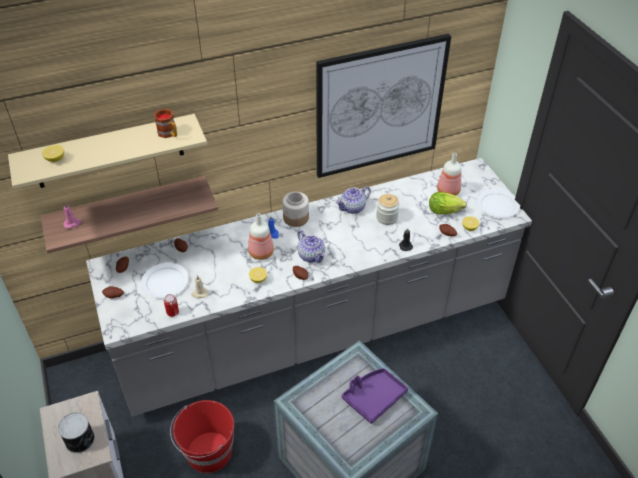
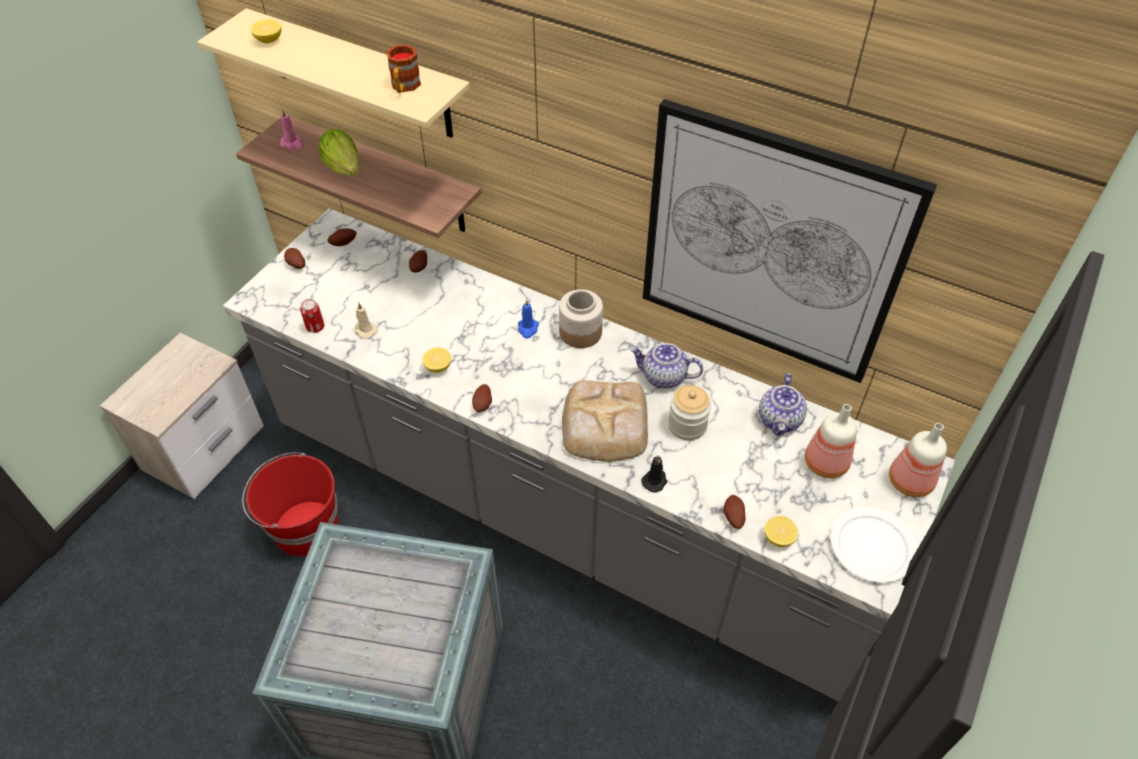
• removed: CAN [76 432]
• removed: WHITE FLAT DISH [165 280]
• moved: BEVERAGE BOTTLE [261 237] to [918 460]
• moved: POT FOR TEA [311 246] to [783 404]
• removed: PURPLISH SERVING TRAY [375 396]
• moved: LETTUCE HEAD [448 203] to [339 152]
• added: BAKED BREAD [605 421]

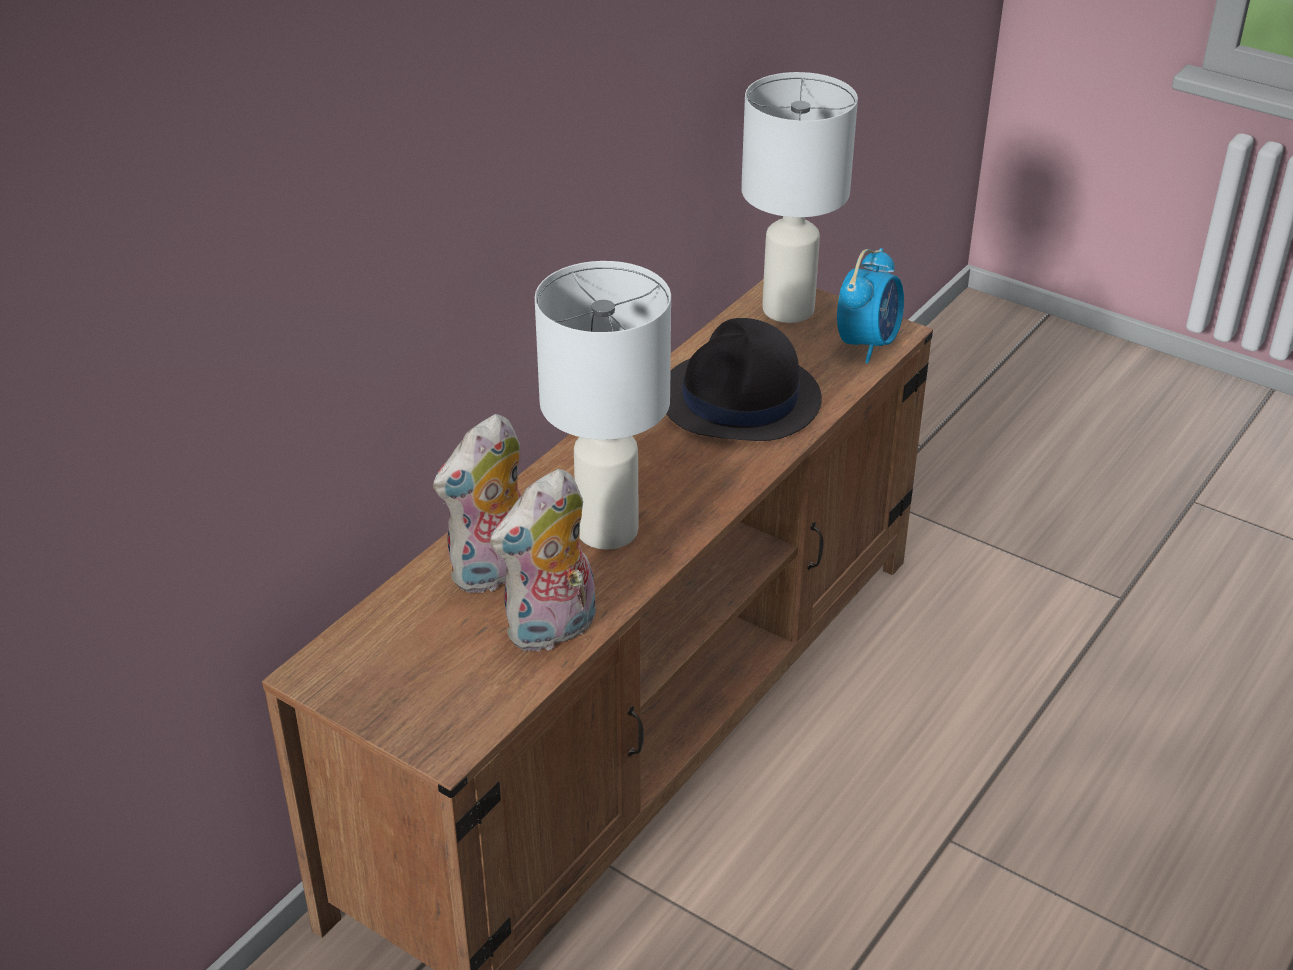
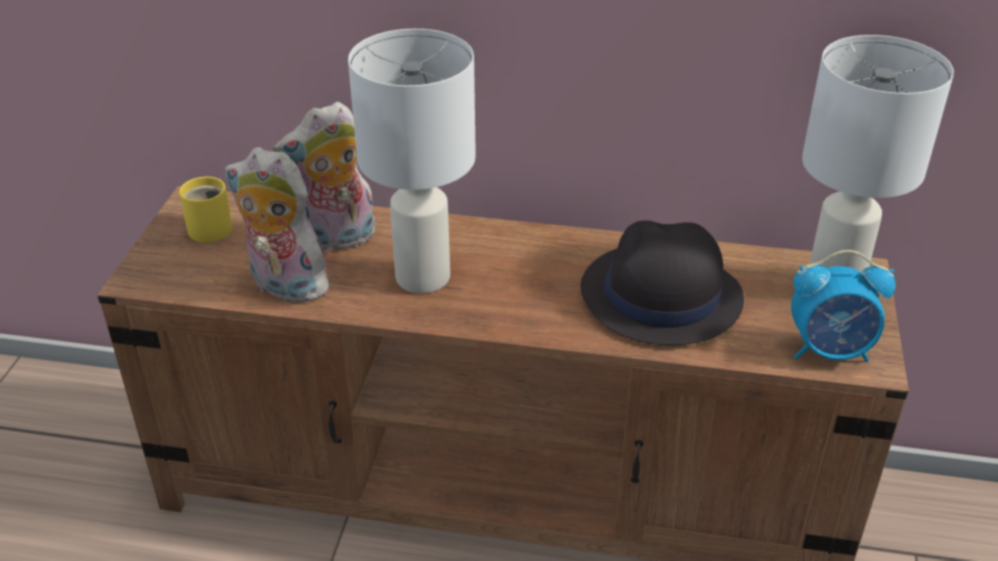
• turned: PLUSH TOY [477 504] = [324 177] 45 degrees counterclockwise
• added: YELLOW-COLOURED TEA MUG [206 210]

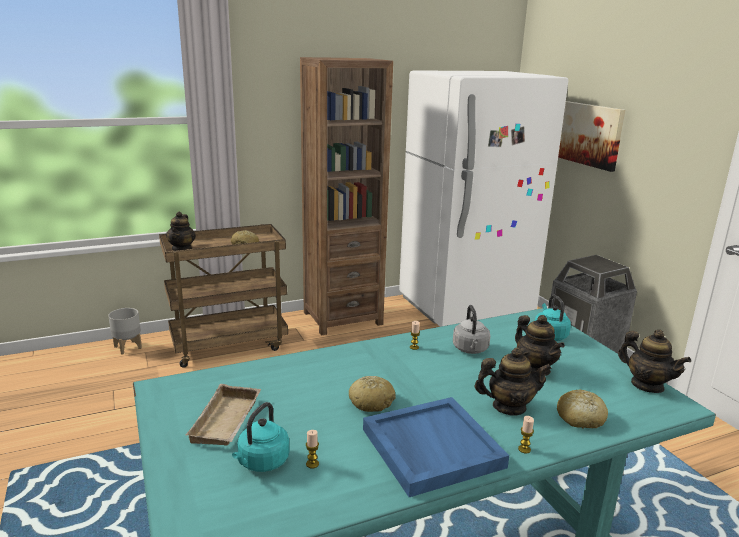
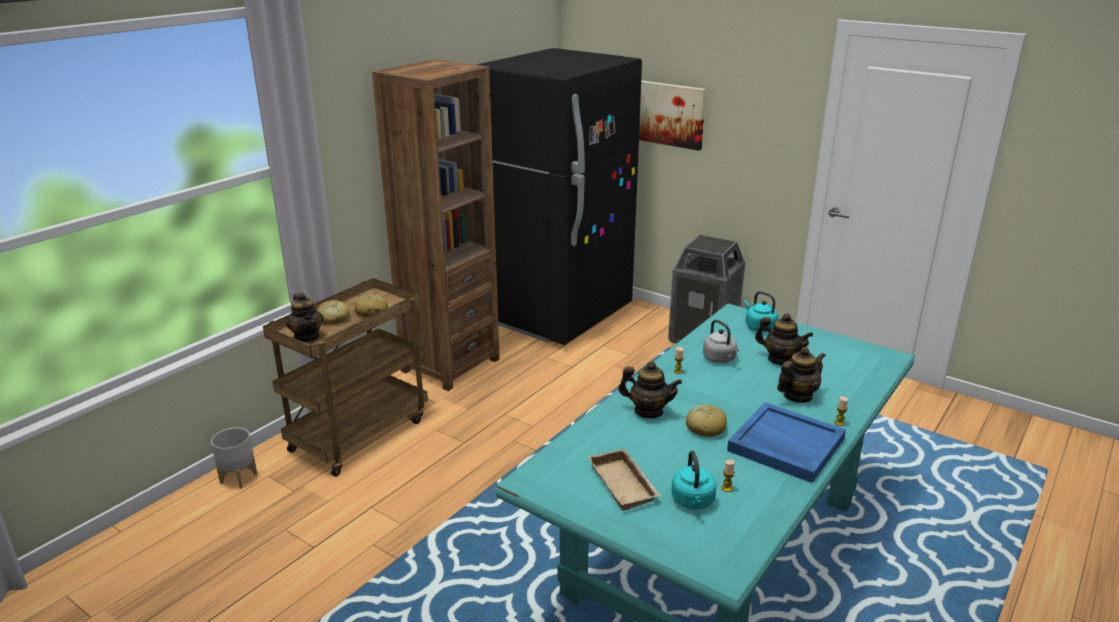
• recoloured: WHITE FRIDGE [483 198] to BLACK-COLOURED FRIDGE [559 196]
• moved: BAKED BREAD [582 409] to [333 312]
• moved: POT FOR TEA [654 361] to [650 389]

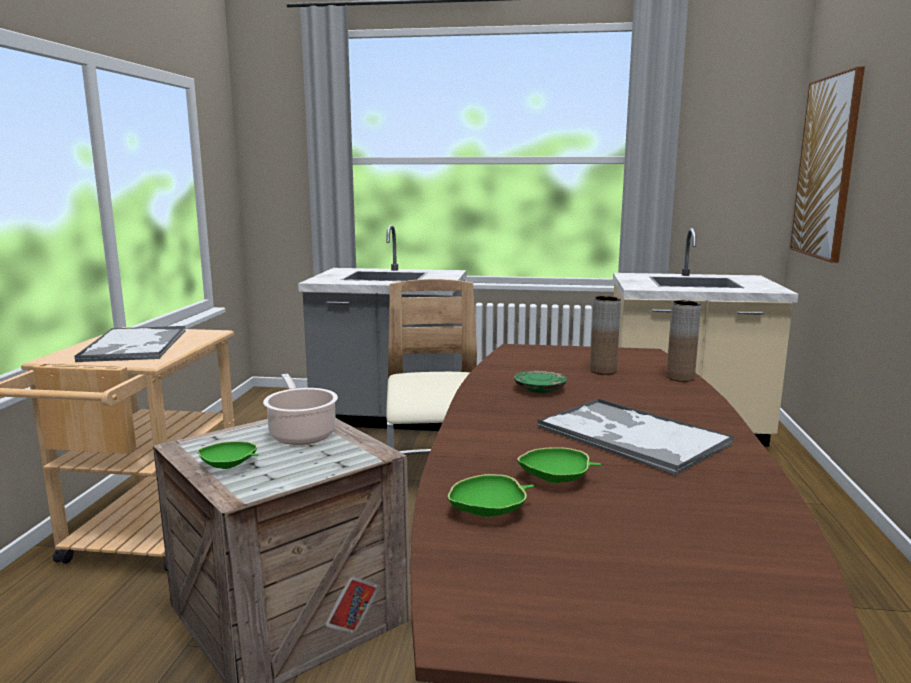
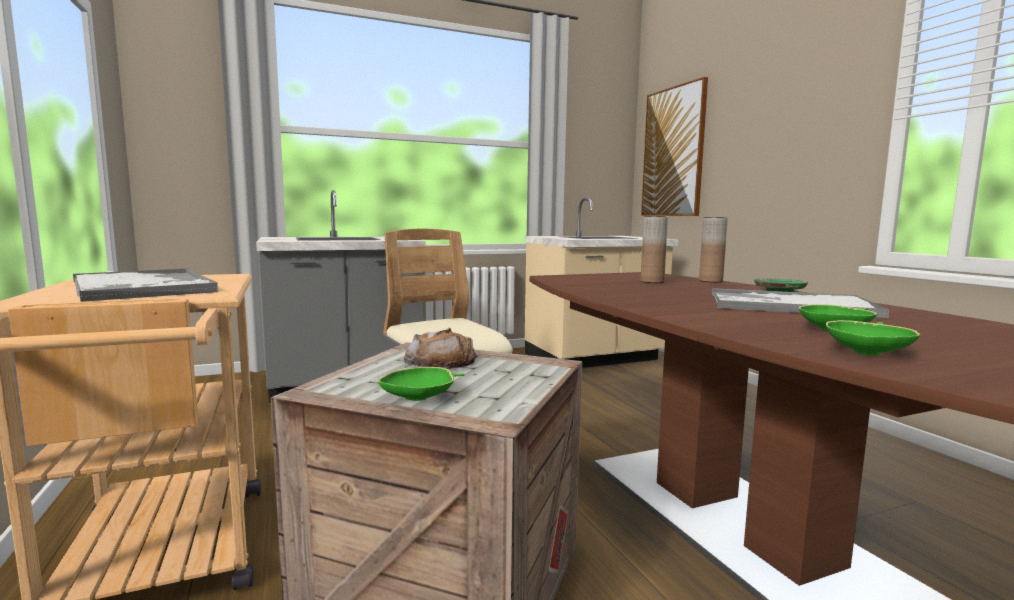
• replaced: COOKING POT [300 409] to BAKED BREAD [440 348]
• moved: GREENISH FLAT DISH [540 382] to [781 285]

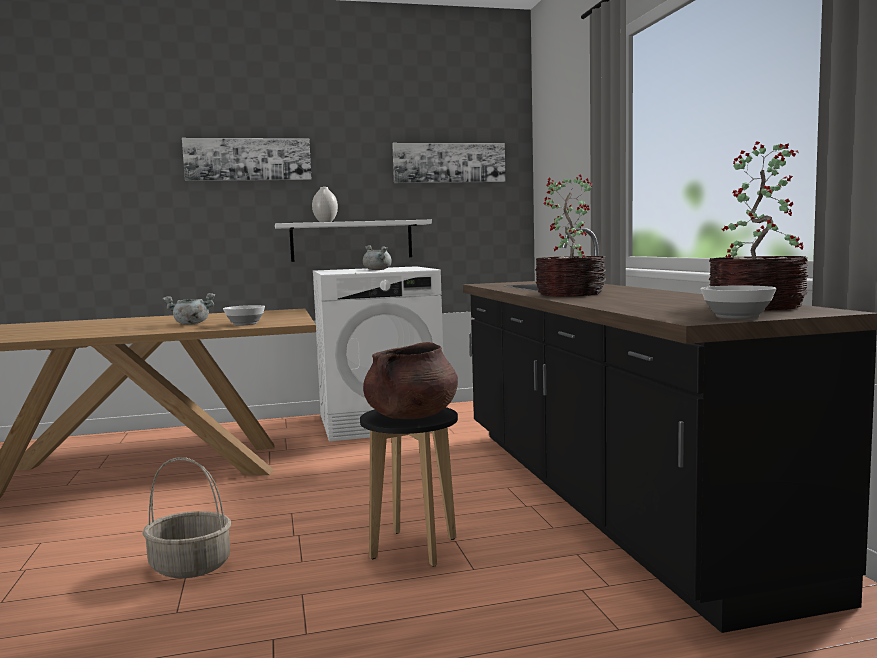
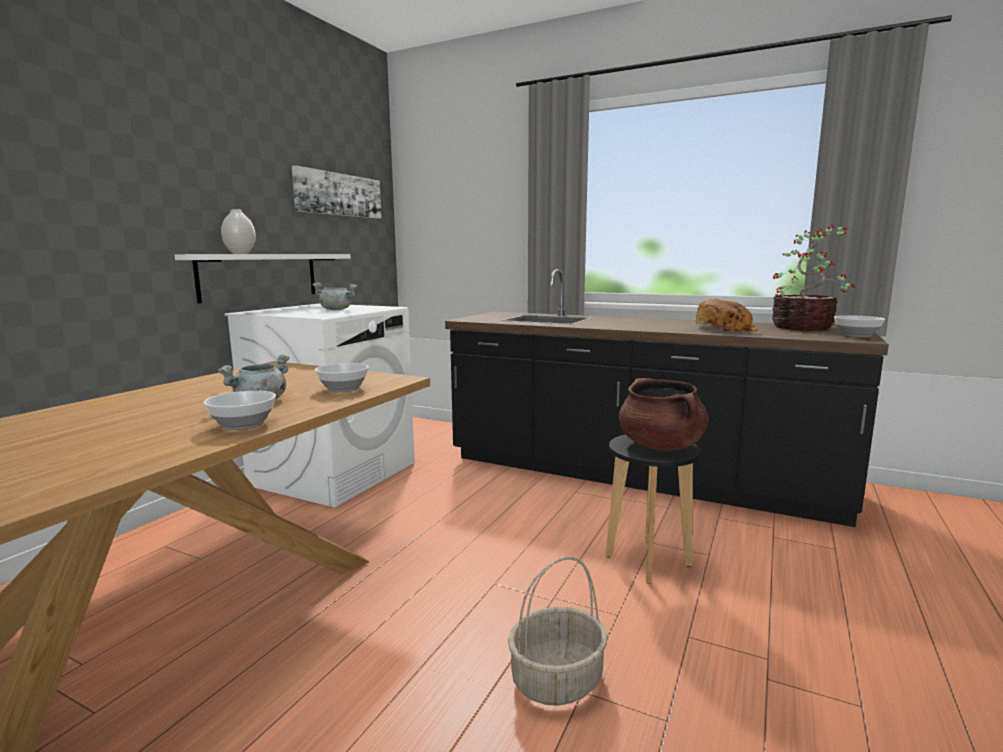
• removed: WALL PICTURE [246 159]
• removed: PLANT IN A POT [570 235]
• added: DEEP DISH [240 410]
• added: BAKED BREAD [727 315]

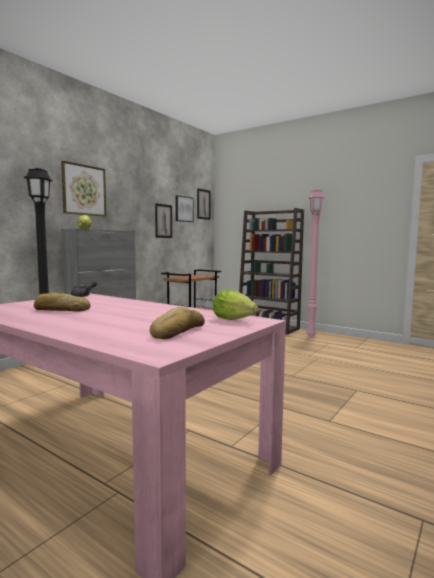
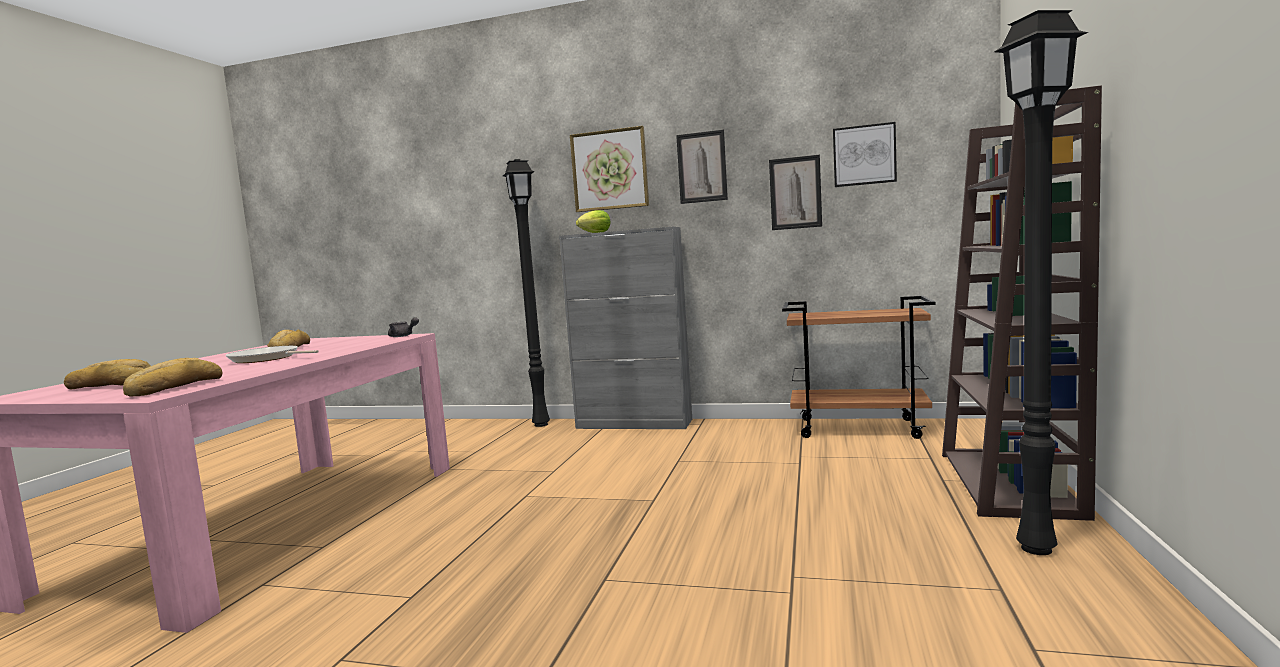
• moved: WALL PICTURE [204 204] to [702 167]
• replaced: LETTUCE HEAD [235 305] to BAKED BREAD [173 377]
• recoloured: PINK-COLOURED FLOOR LAMP [315 263] to BLACK-COLOURED FLOOR LAMP [1041 282]
• added: PAN [272 354]

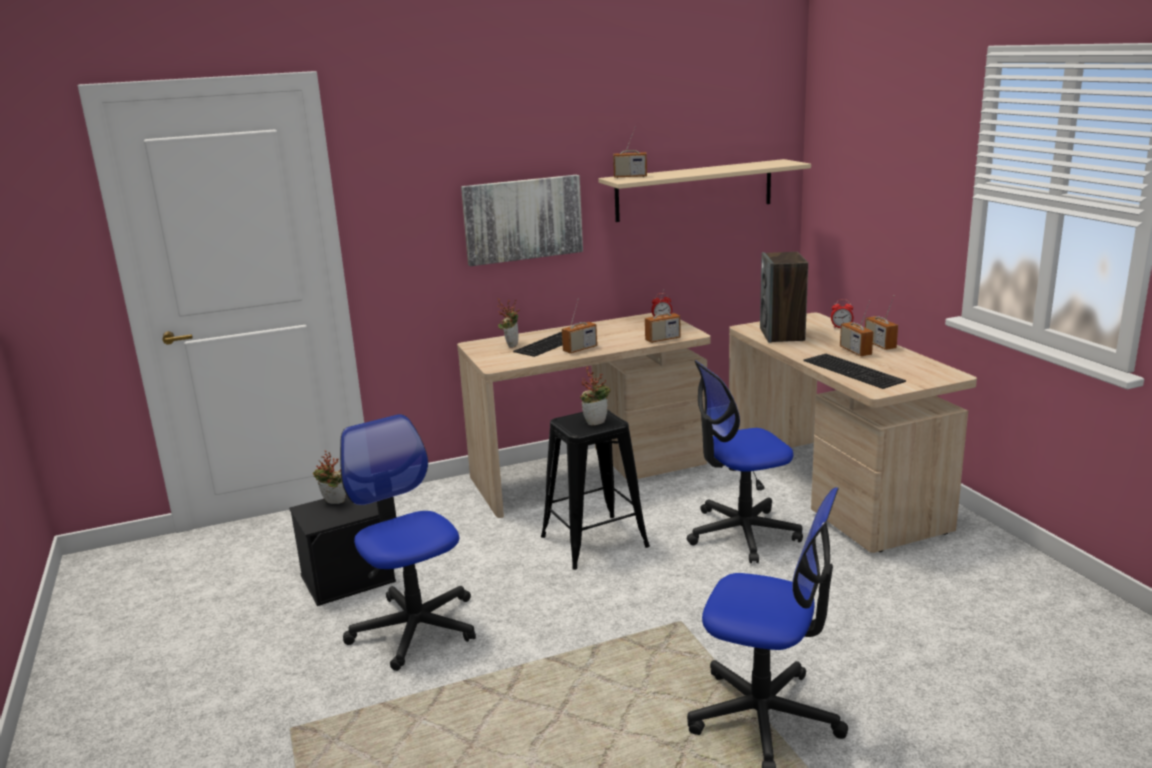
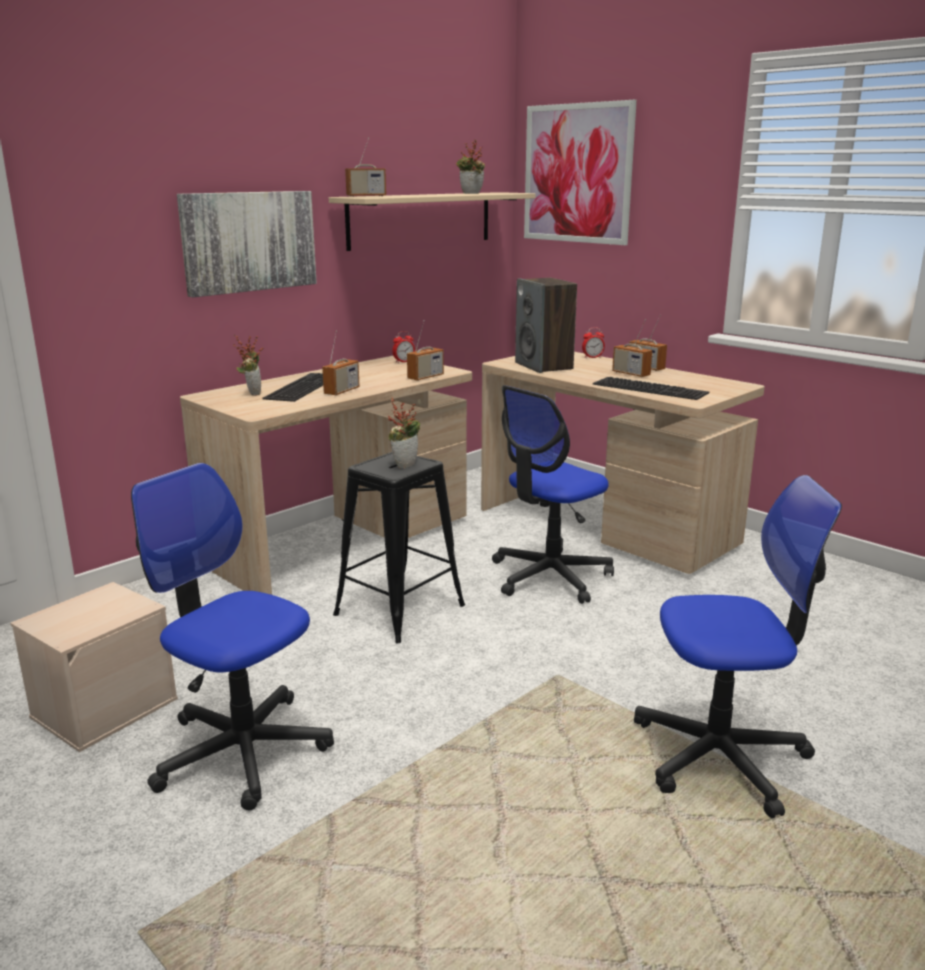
• recoloured: BLACK-COLOURED STORAGE BIN [342 550] to BEIGE STORAGE BIN [94 667]
• moved: PLANT IN A POT [329 477] to [470 167]
• added: WALL PICTURE [580 172]

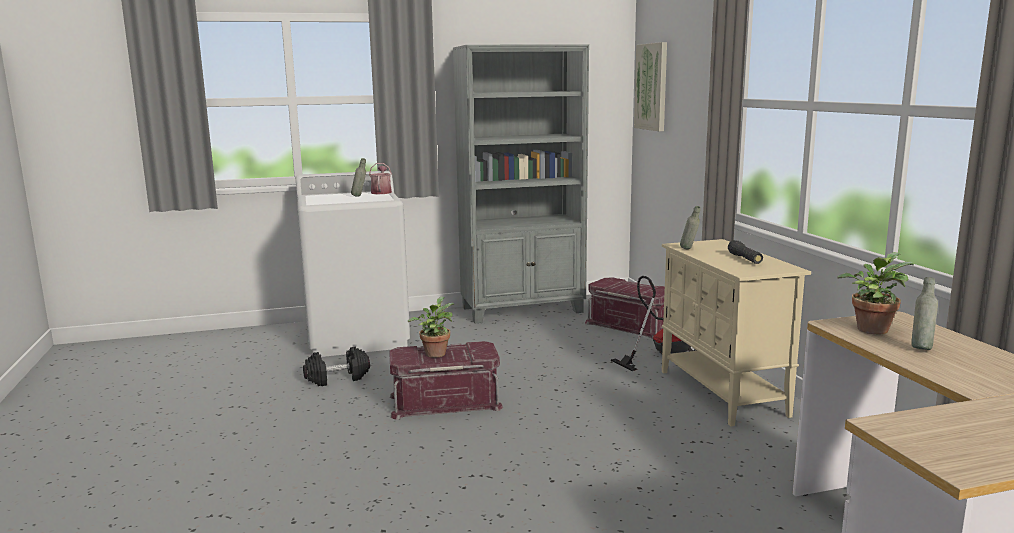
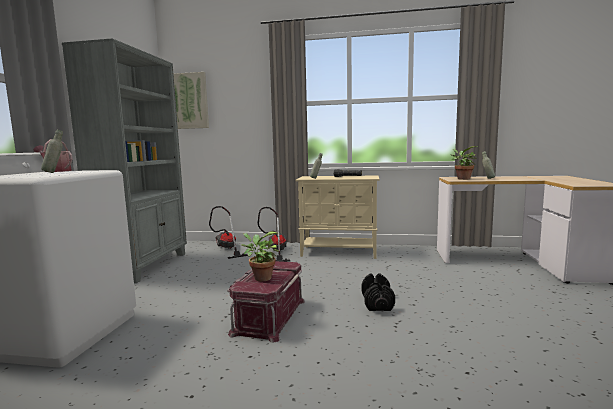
• moved: BLACK-COLOURED FREE WEIGHT [336 366] to [378 292]
• replaced: RED STORAGE BIN [625 308] to VACUUM [228 232]

